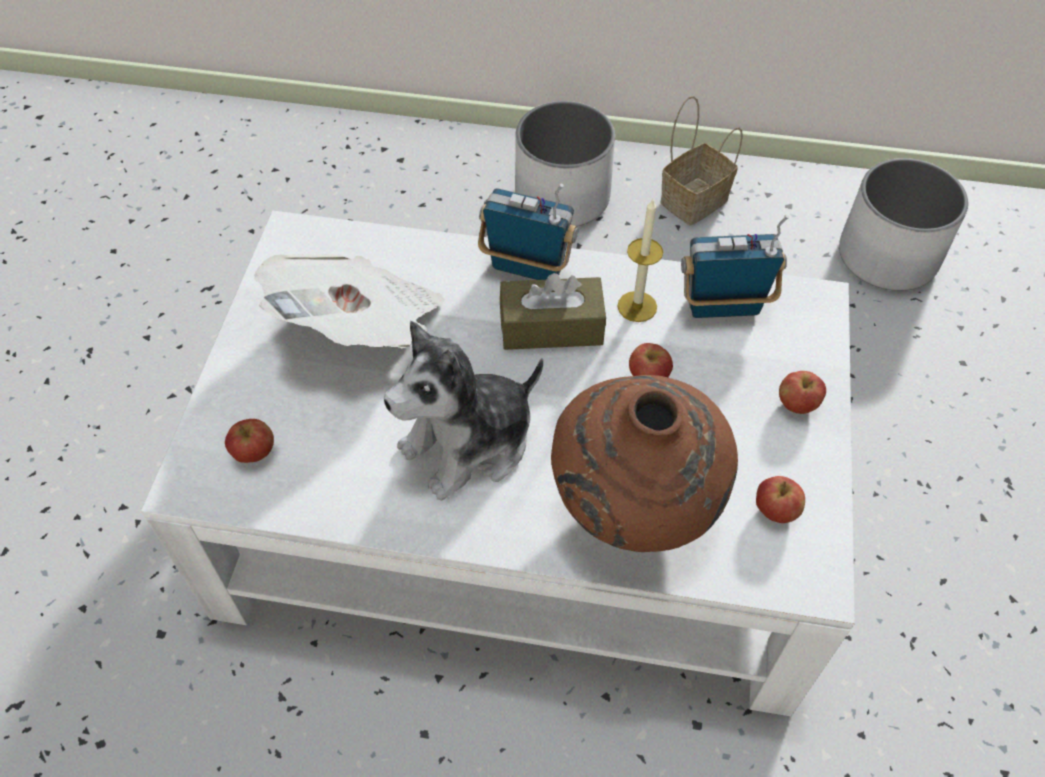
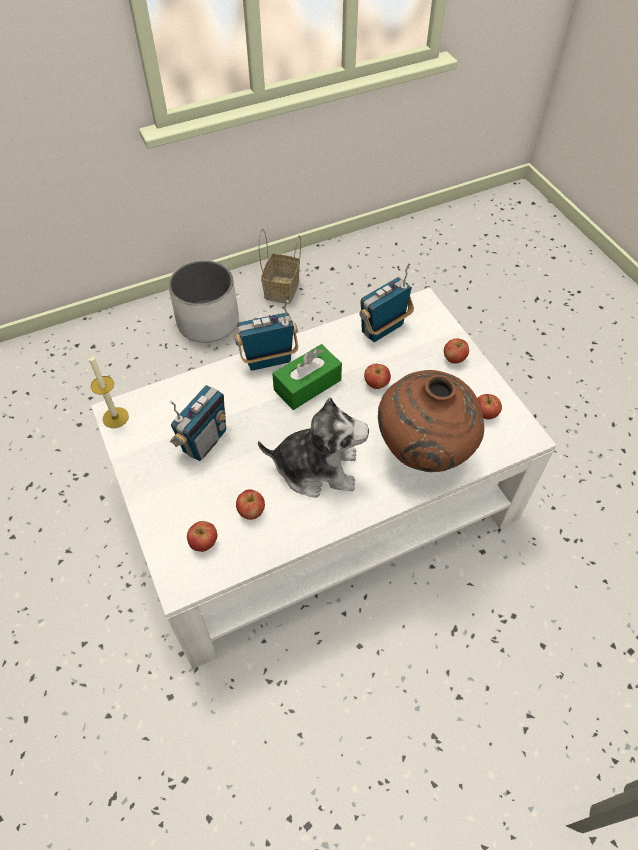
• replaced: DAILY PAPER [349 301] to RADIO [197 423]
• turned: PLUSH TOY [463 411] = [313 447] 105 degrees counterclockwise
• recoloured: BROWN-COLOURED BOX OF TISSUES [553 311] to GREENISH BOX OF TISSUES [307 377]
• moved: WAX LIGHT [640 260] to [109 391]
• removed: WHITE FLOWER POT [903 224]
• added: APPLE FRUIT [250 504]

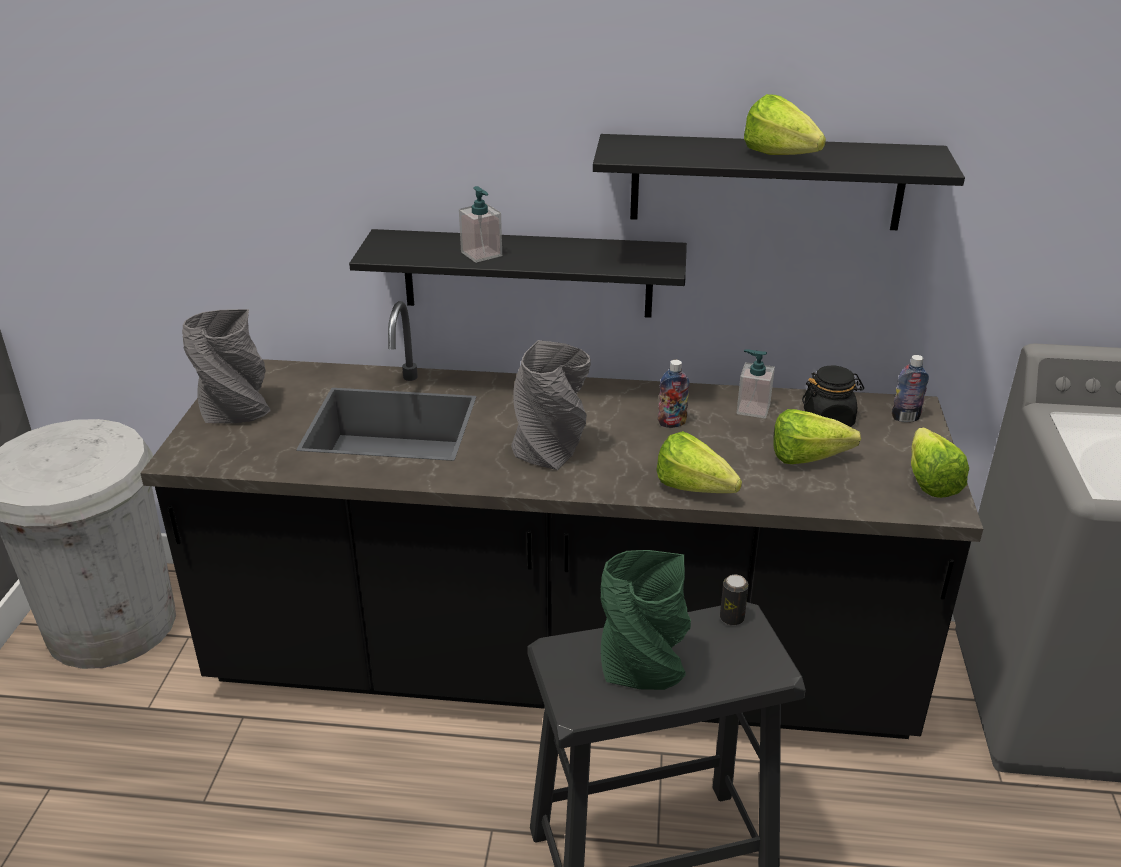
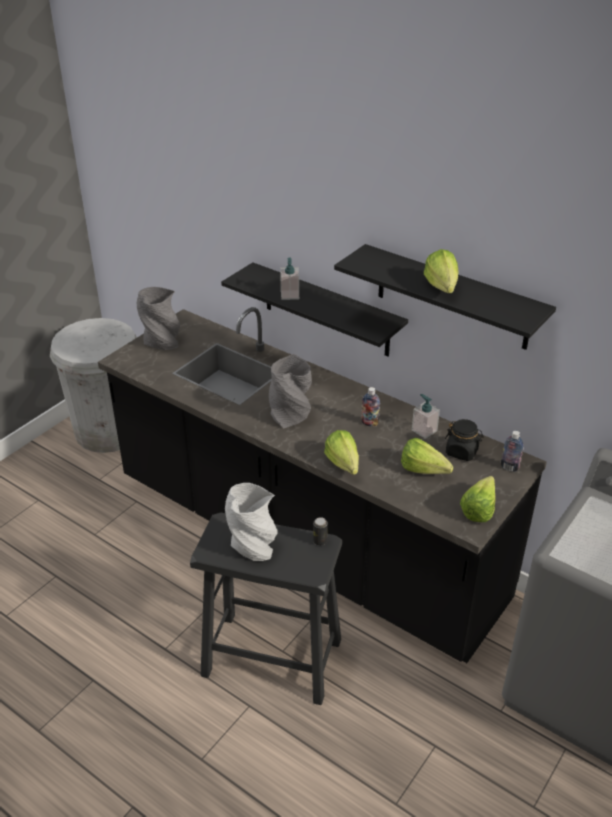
• recoloured: GREENISH VASE [646 620] to GRAY VASE [251 522]

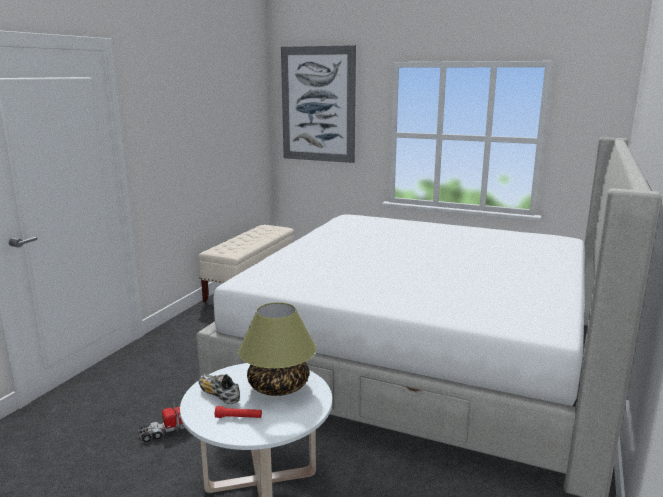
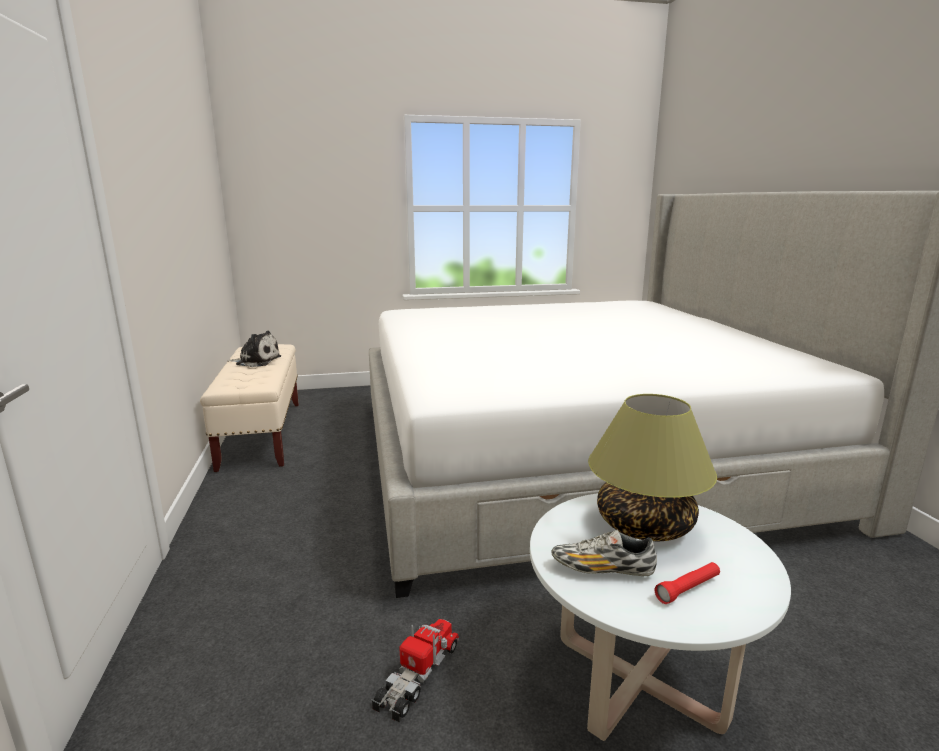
• removed: WALL PICTURE [318 104]
• added: PLUSH TOY [254 349]

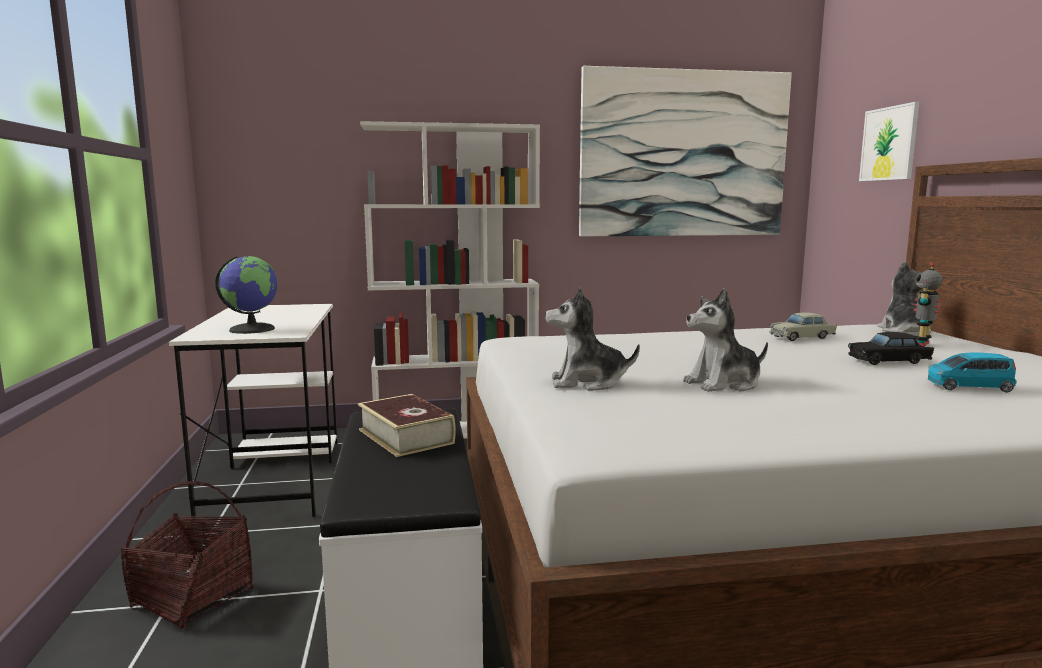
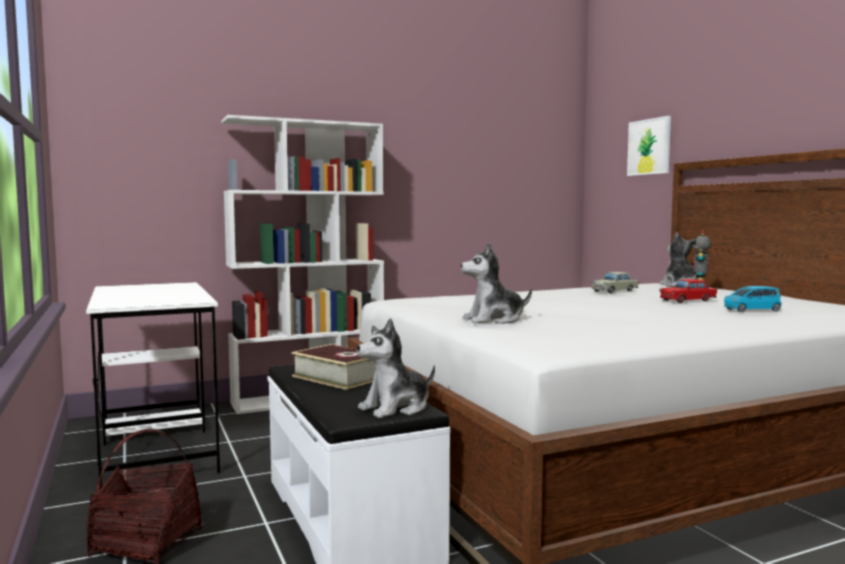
• removed: DESK GLOBE [246 295]
• removed: WALL PICTURE [685 151]
• moved: PLUSH TOY [725 340] to [396 368]
• recoloured: BLACK-COLOURED TOY CAR [891 348] to RED TOY CAR [688 291]

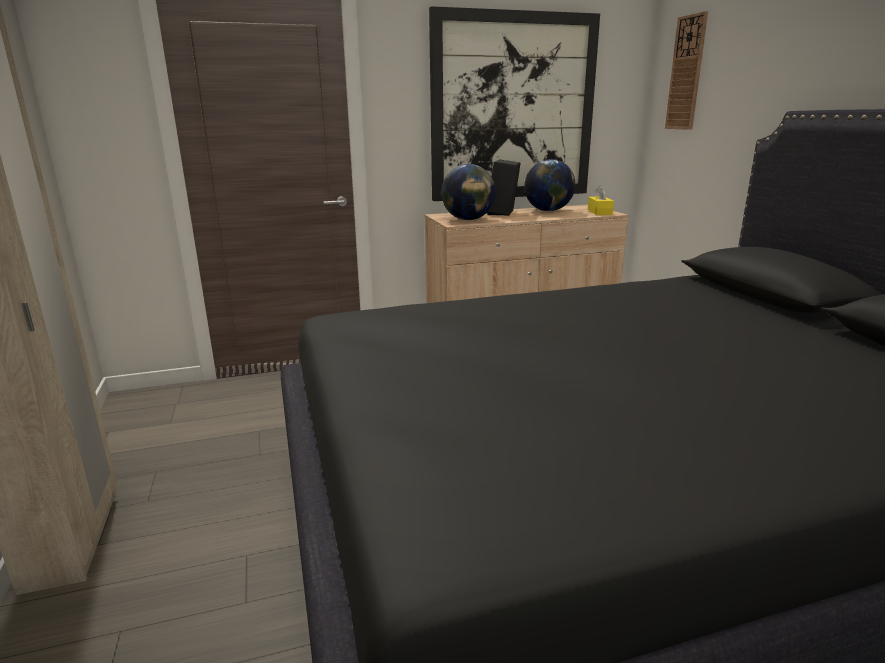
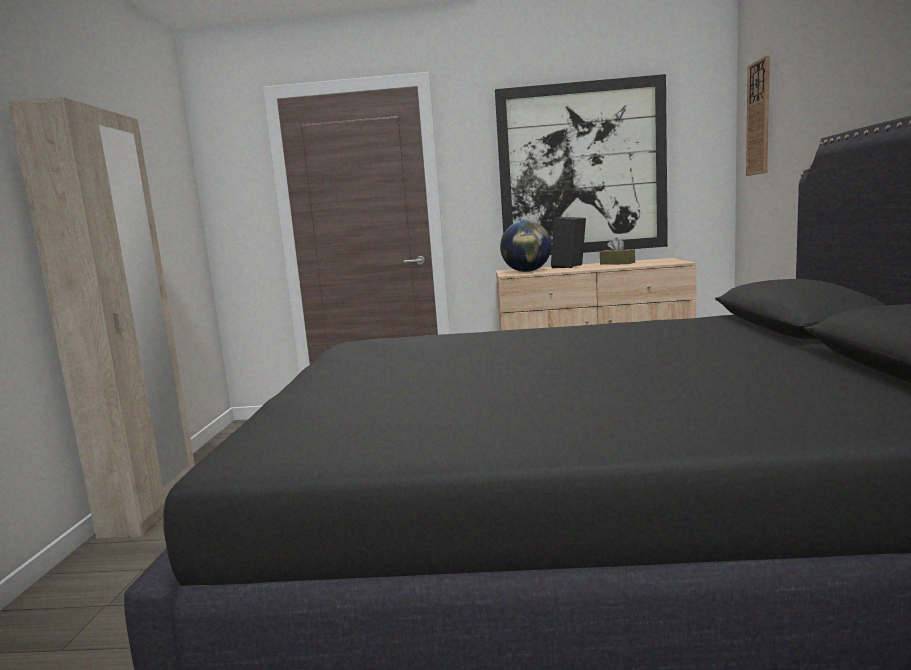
• replaced: DESK GLOBE [549 185] to BROWN-COLOURED BOX OF TISSUES [617 251]
• removed: YELLOW-COLOURED BOX OF TISSUES [601 200]

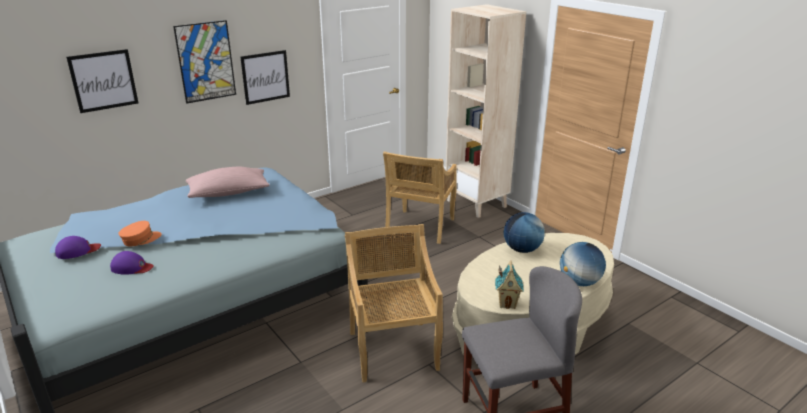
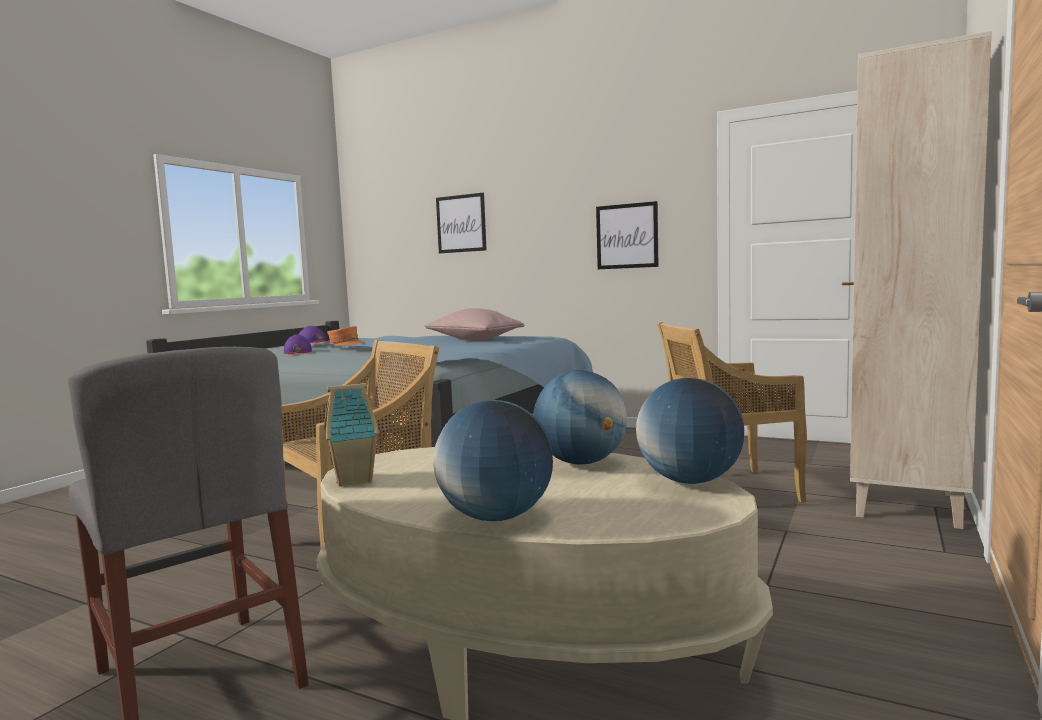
• removed: WALL PICTURE [204 62]
• added: DESK GLOBE [690 431]

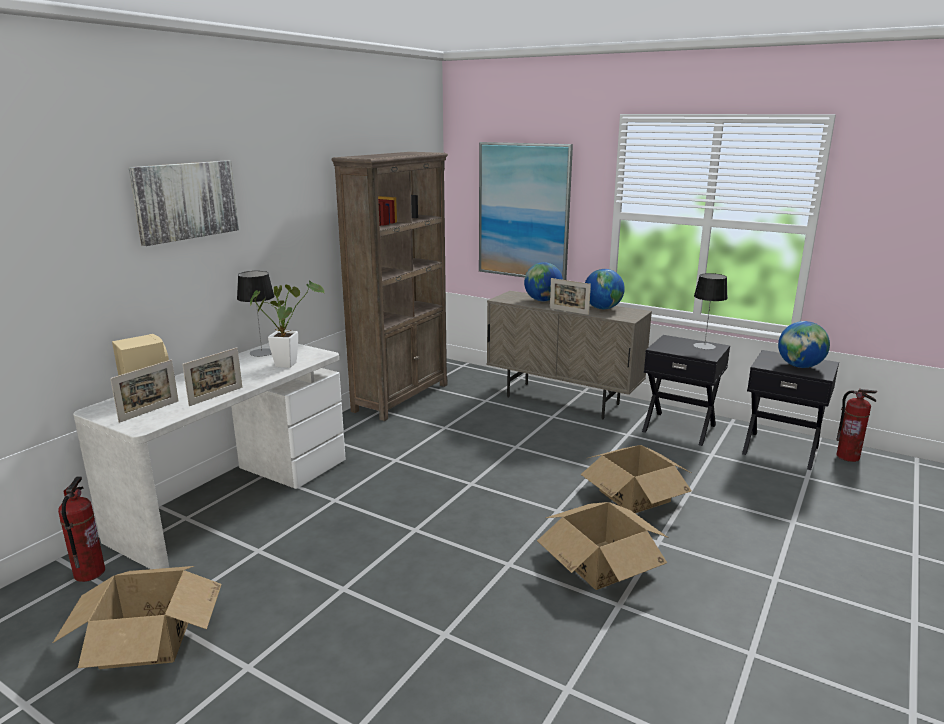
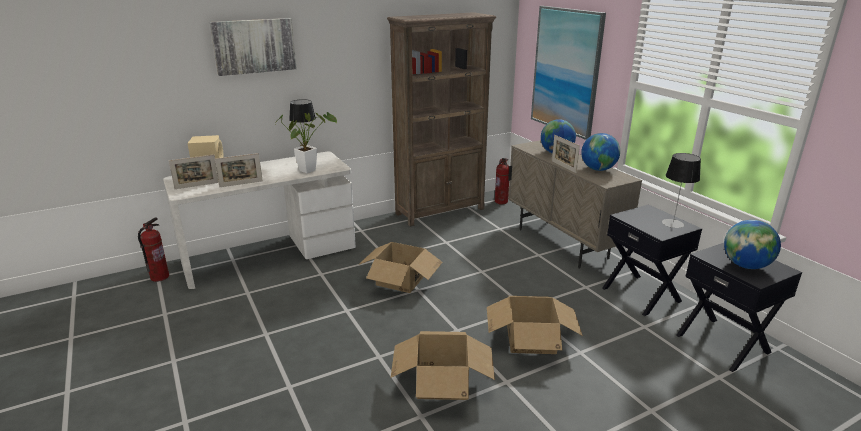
• moved: CARDBOARD BOX [137 617] to [400 267]
• moved: FIRE EXTINGUISHER [856 425] to [502 181]

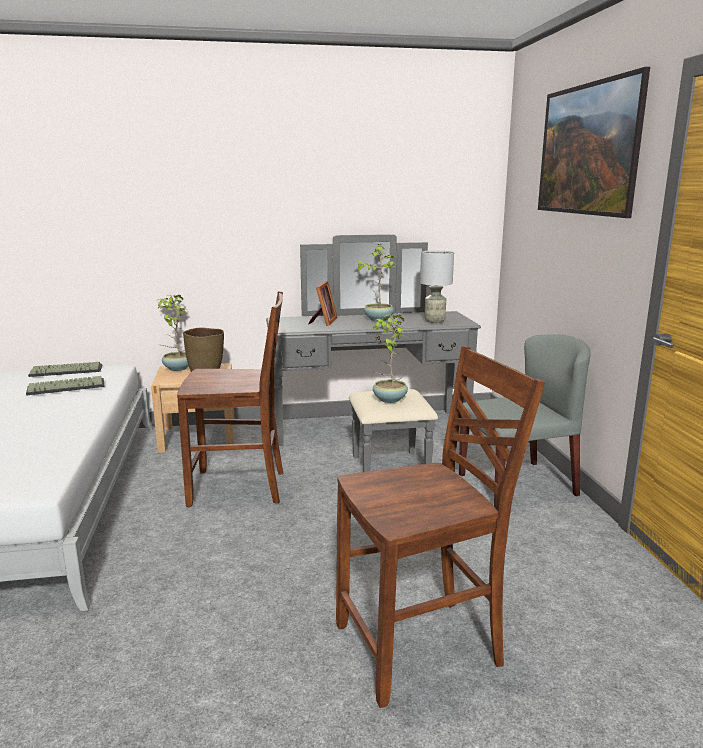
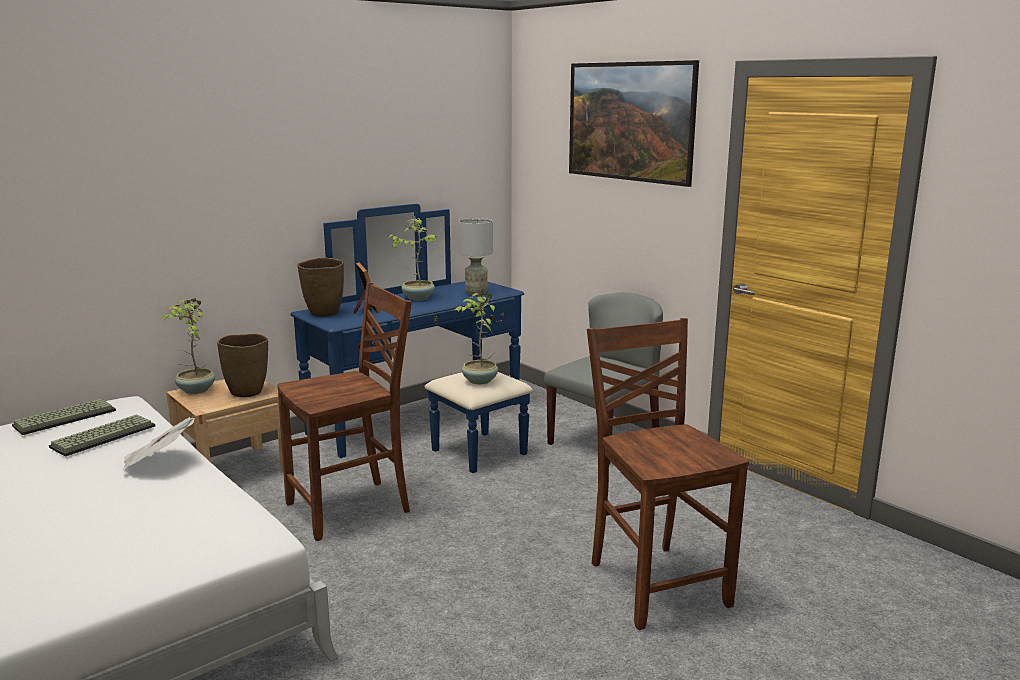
• recoloured: GRAY DRAWER CHEST [373 353] to BLUE DRAWER CHEST [411 338]
• turned: BROWN-COLOURED PLAIN CHAIR [440 527] = [668 474] 60 degrees counterclockwise
• added: DAILY PAPER [159 443]
• added: BROWN-COLOURED VASE [320 287]

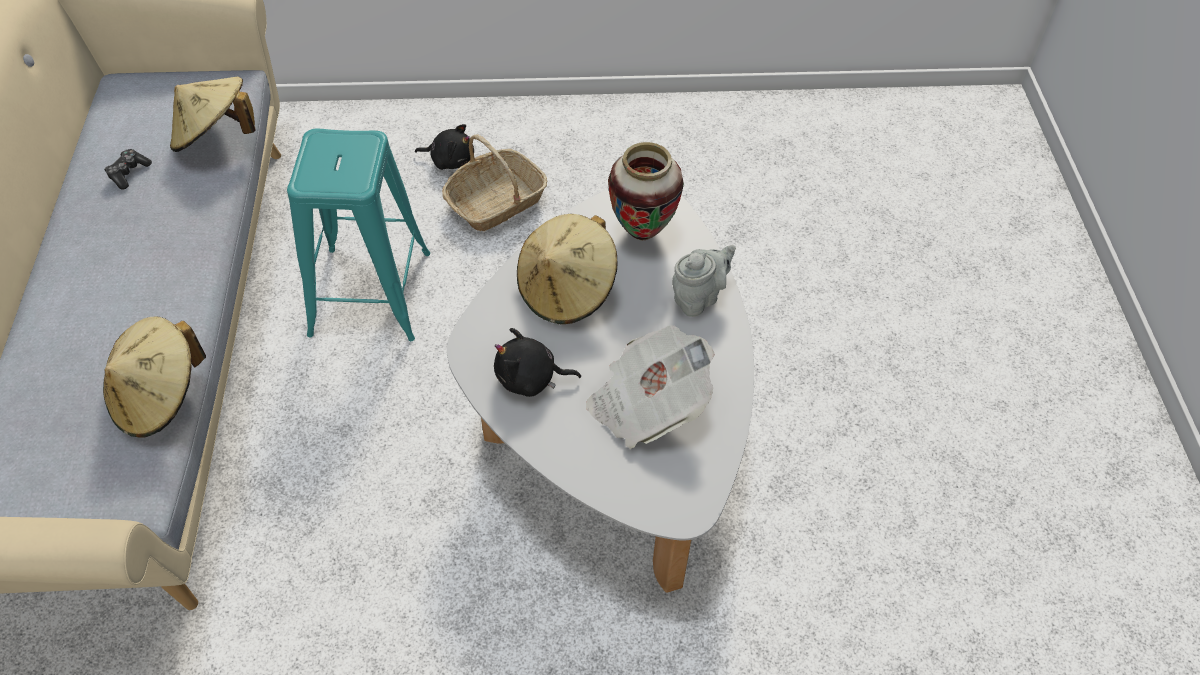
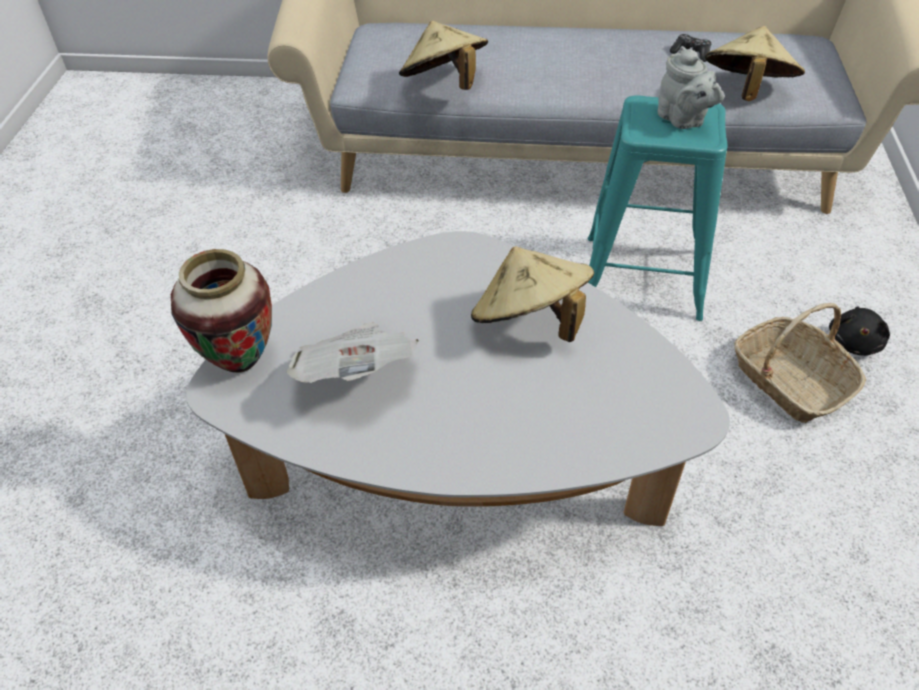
• removed: BLACK-COLOURED PLUSH TOY [537 362]
• moved: VASE [646 191] to [221 311]
• moved: GRAY POT FOR TEA [704 281] to [691 87]

